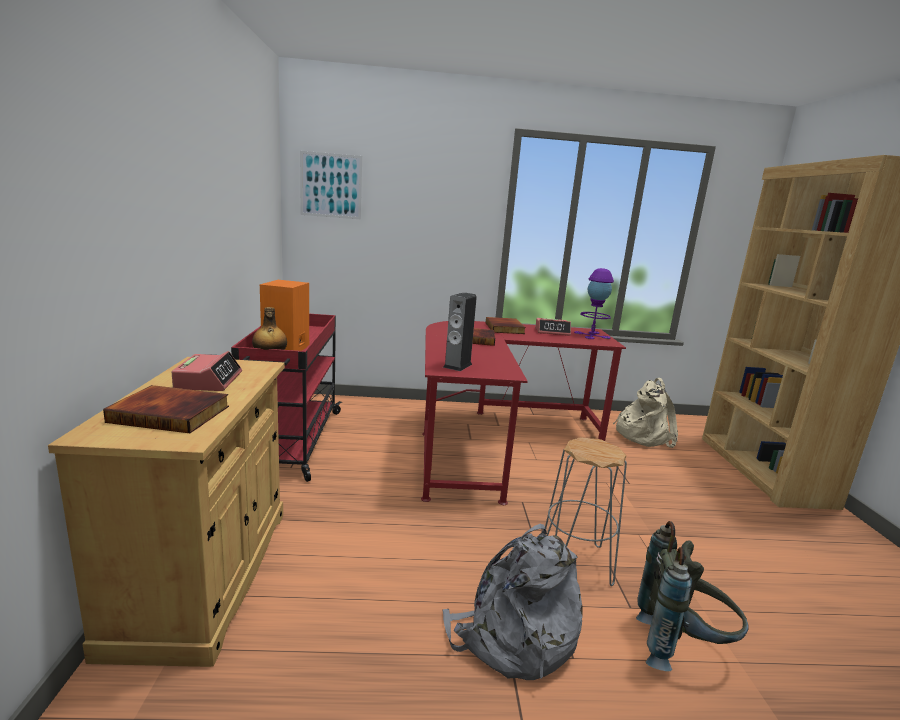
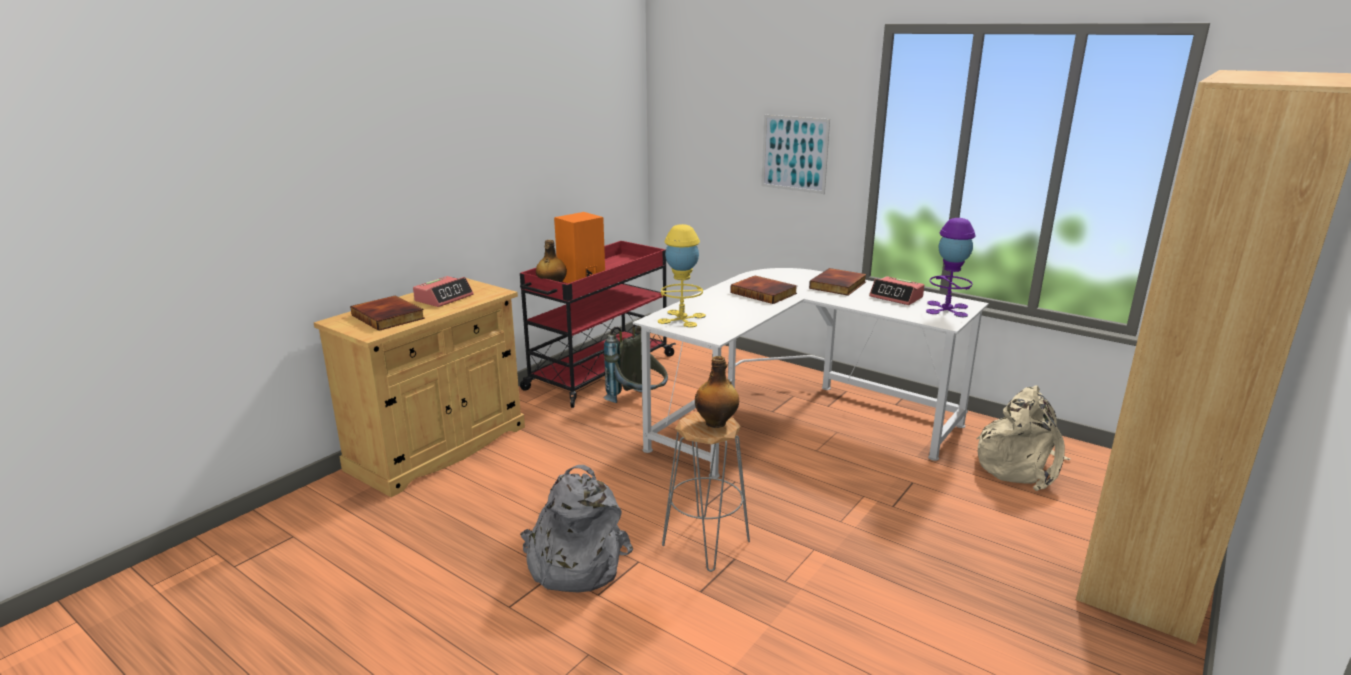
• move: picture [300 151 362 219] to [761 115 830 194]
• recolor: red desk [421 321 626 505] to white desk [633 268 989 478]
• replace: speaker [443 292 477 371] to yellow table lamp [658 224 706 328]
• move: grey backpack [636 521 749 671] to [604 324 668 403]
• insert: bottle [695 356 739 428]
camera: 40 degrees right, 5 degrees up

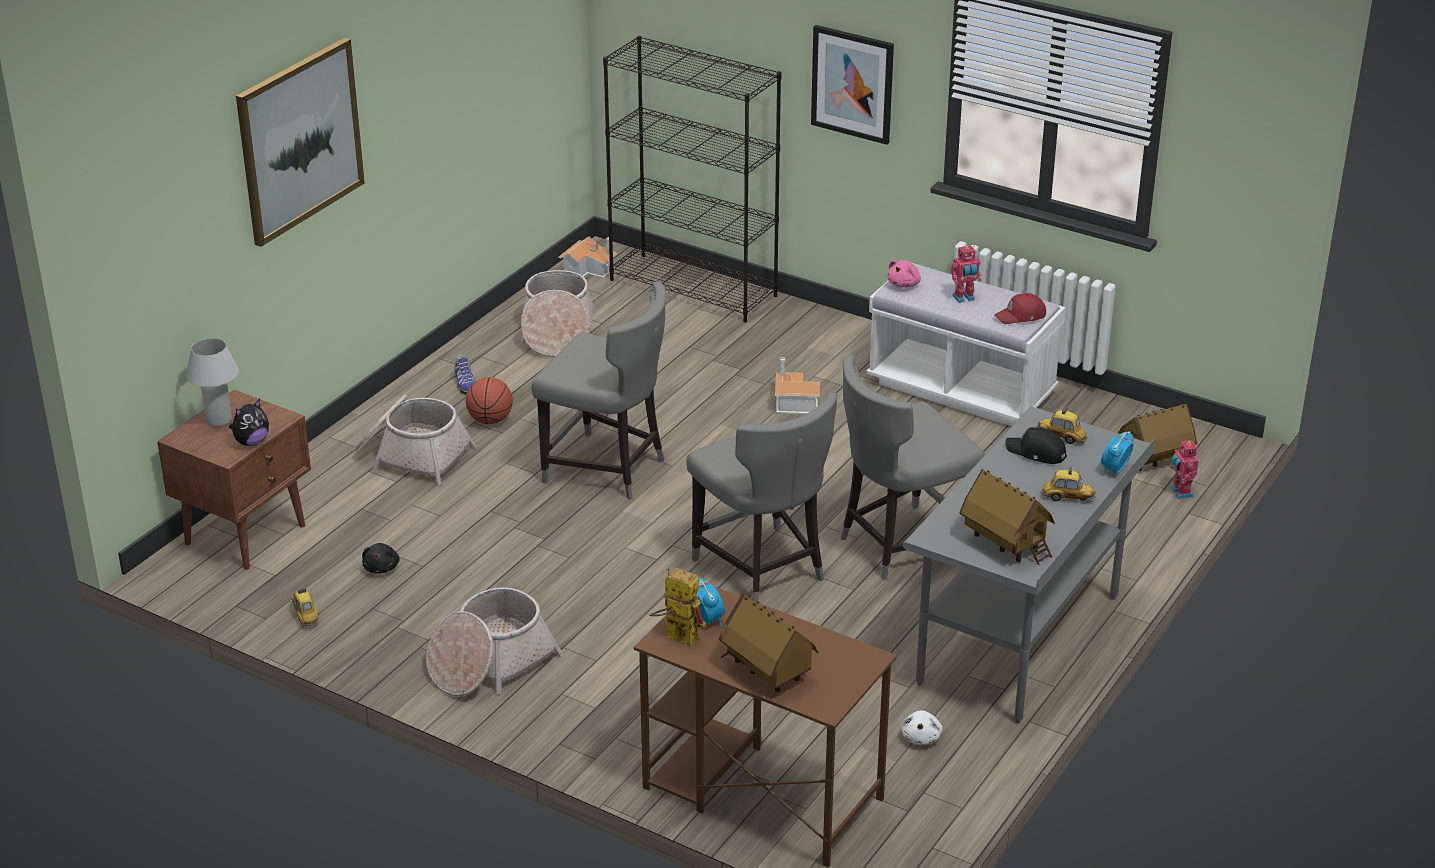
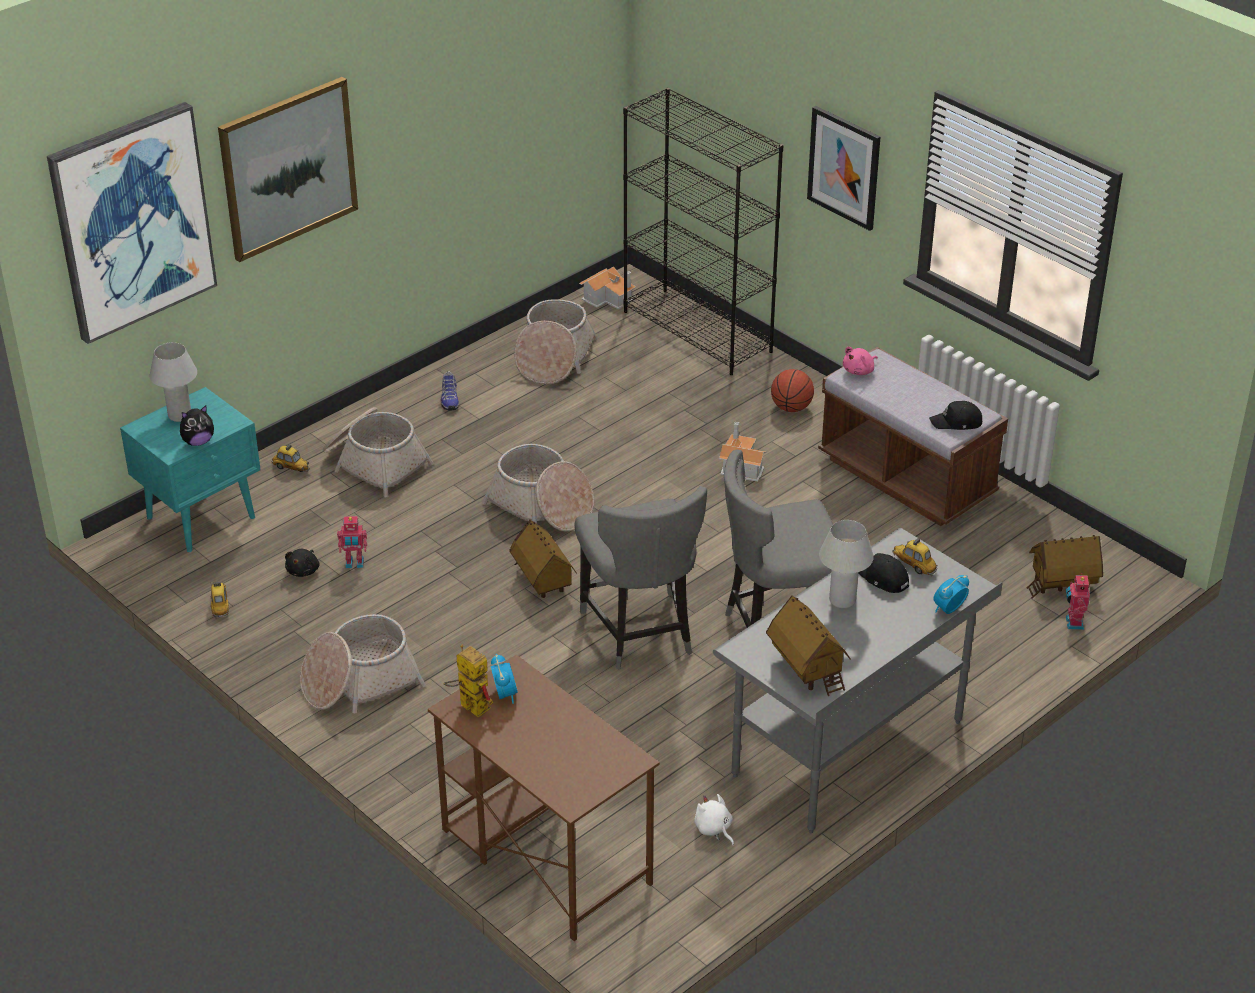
• recolor: brown nightstand [157 390 311 570] to turquoise nightstand [120 387 261 552]
• move: basketball [466 377 513 424] to [771 369 814 412]
• replace: grey chair [532 281 666 500] to basket [482 444 594 532]
• move: toy house [719 593 818 692] to [509 520 577 598]
• recolor: white bench [866 263 1066 426] to brown bench [818 347 1008 526]
• rotate: white plush toy [902 710 943 745] = [694 794 734 846] 120 degrees clockwise
• move: toy robot [950 245 981 303] to [337 516 367 568]
• recolor: red cap [994 293 1046 324] to black cap [929 401 982 430]
• move: toy car [1041 467 1096 501] to [271 444 310 472]
• insert: picture [47 102 217 344]
• insert: white table lamp [819 520 874 608]
camera: 15 degrees right, 5 degrees up

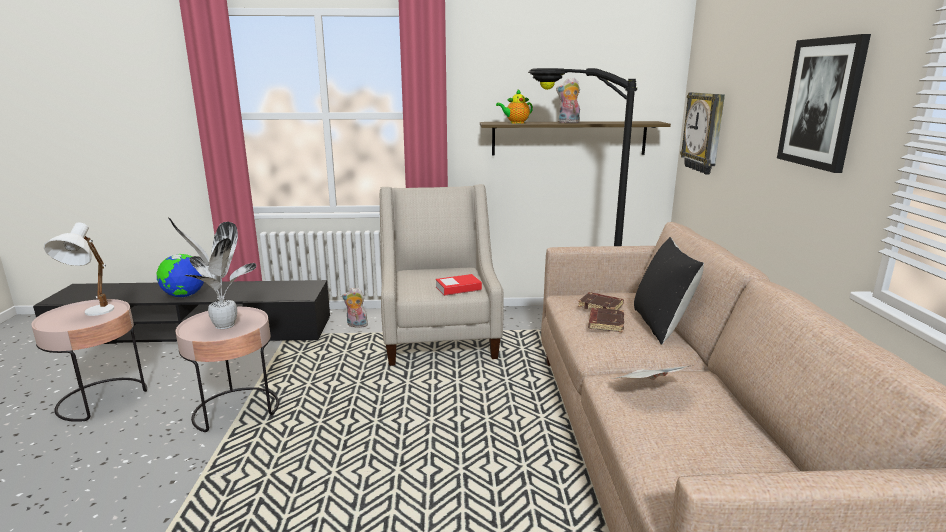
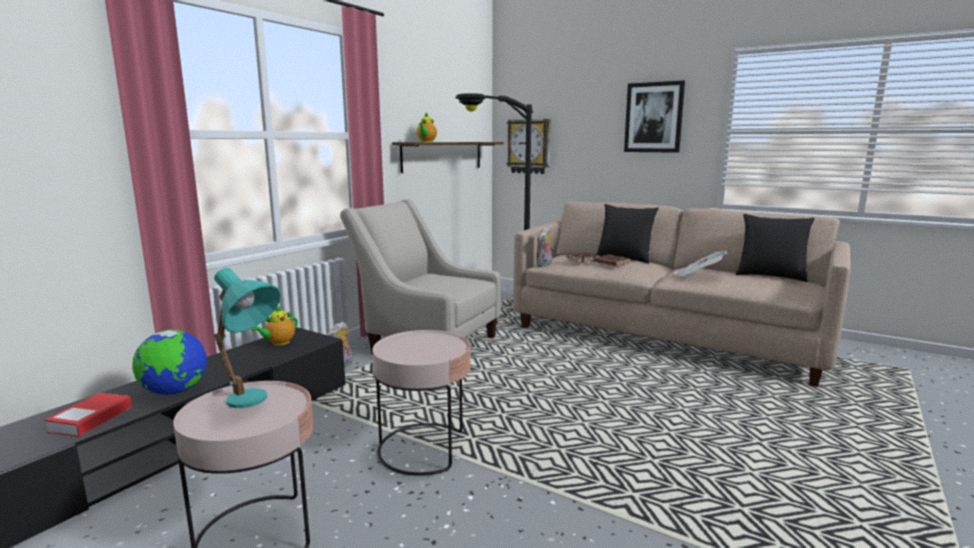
• recolor: white table lamp [44 222 114 316] to turquoise table lamp [214 268 281 408]
• delete: potted plant [168 217 256 329]
• move: book [436 274 482 296] to [44 393 132 437]
• move: plush toy [556 78 580 123] to [536 227 554 267]
• insert: teapot [251 306 298 346]
• insert: black pillow [736 214 815 282]
camera: 55 degrees left, 5 degrees down

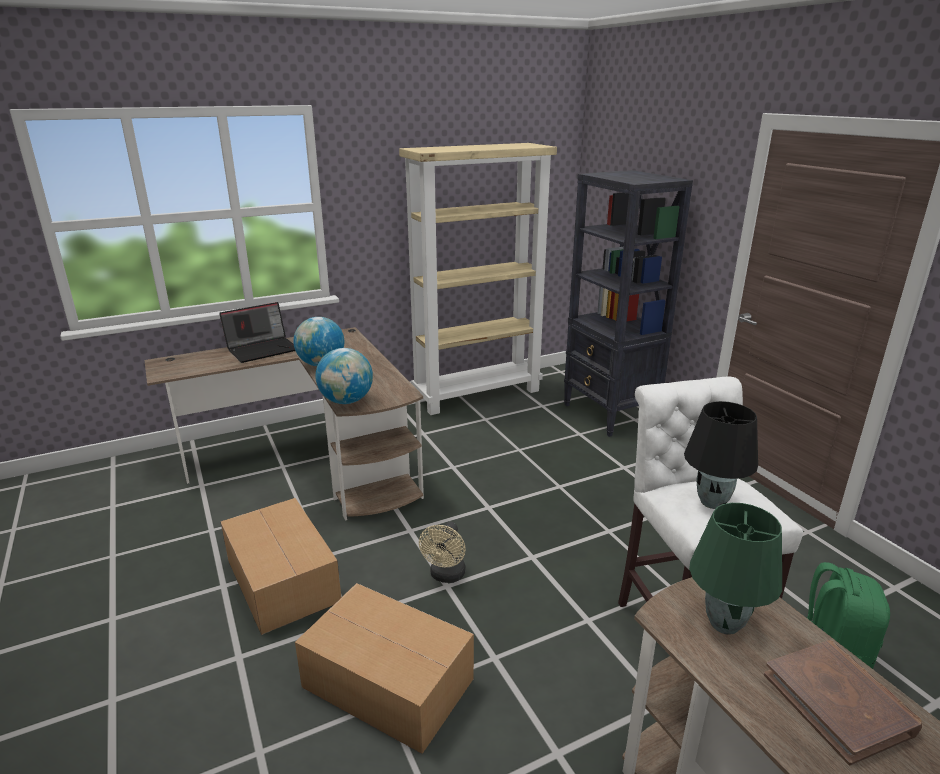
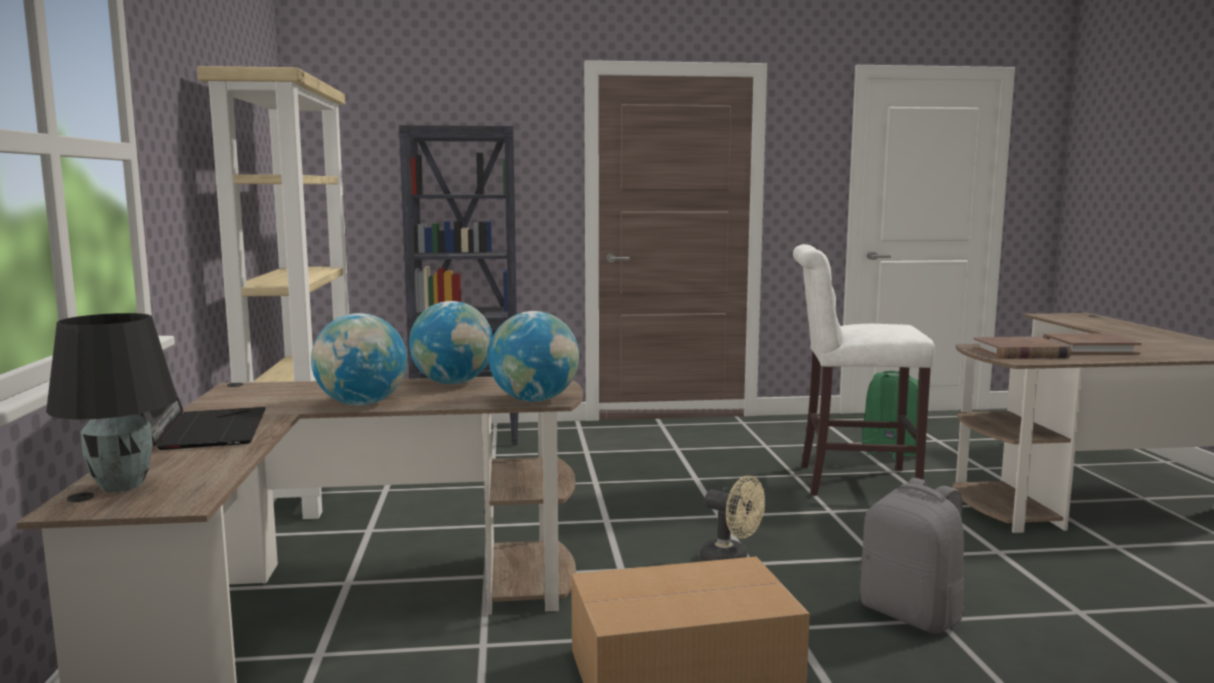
• replace: cardboard box [295 583 474 754] to grey backpack [860 478 964 633]
• move: black table lamp [684 401 758 509] to [46 313 177 492]
• replace: green table lamp [689 503 782 635] to brown book [973 337 1071 359]
• insert: globe [409 301 493 384]
camera: 70 degrees left, 15 degrees down

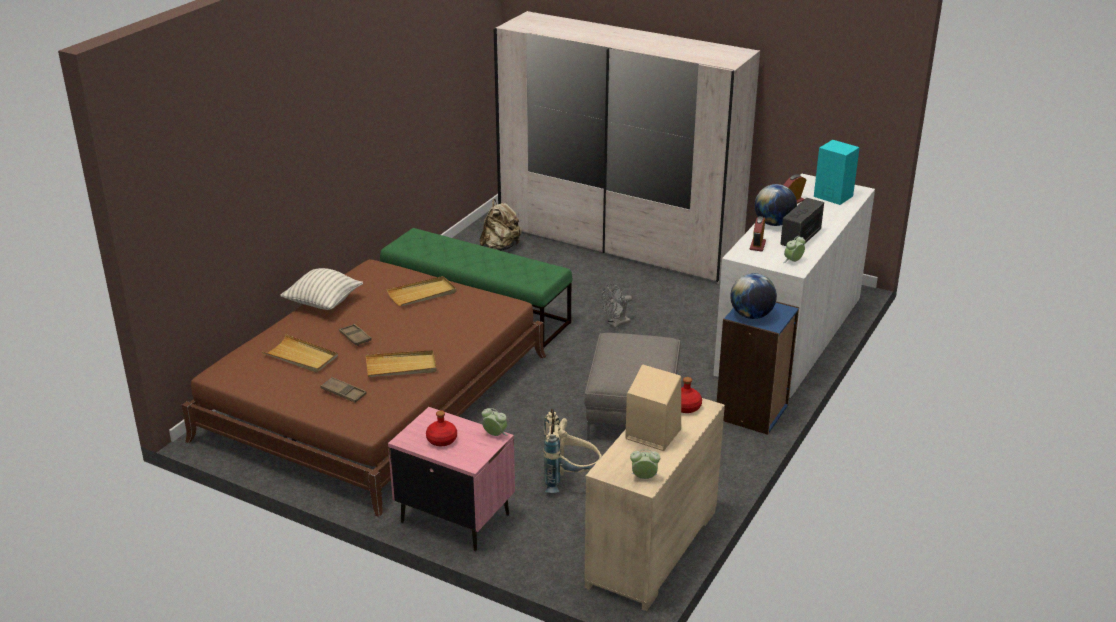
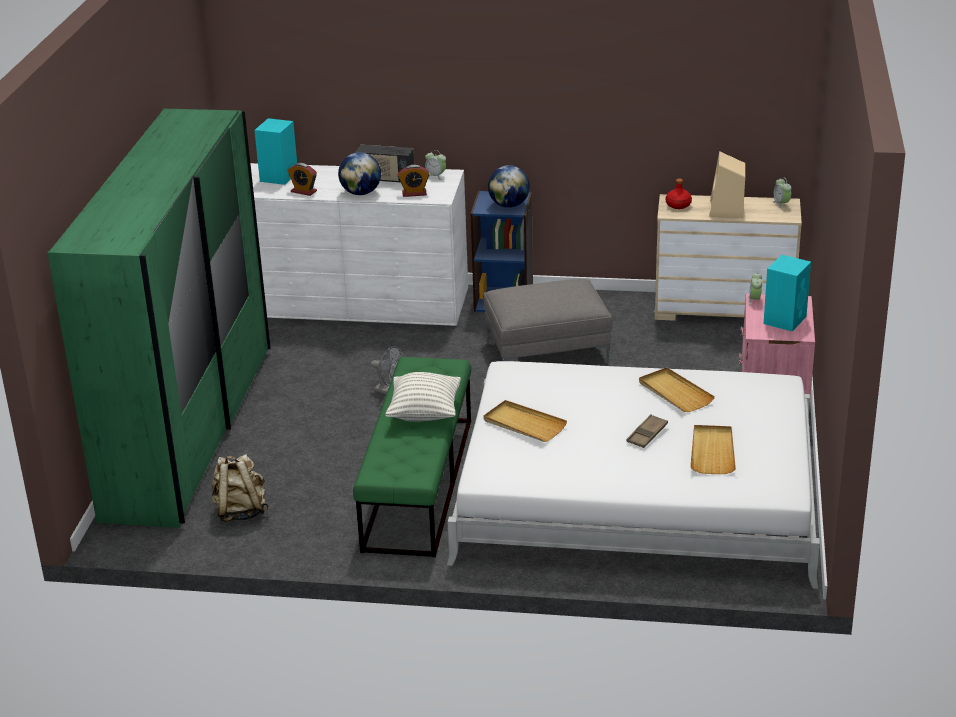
• recolor: brown bed [182 259 546 517] to white bed [447 361 820 589]
• move: pillow [280 268 363 310] to [386 372 461 422]
• delete: brown tray [320 377 366 403]
• replace: red bottle [426 410 457 446] to turquoise speaker [763 255 811 332]
• recolor: white wardrobe [494 11 760 284] to green wardrobe [47 109 271 528]
• delete: beige backpack [543 409 602 493]
camera: 110 degrees left, 0 degrees up

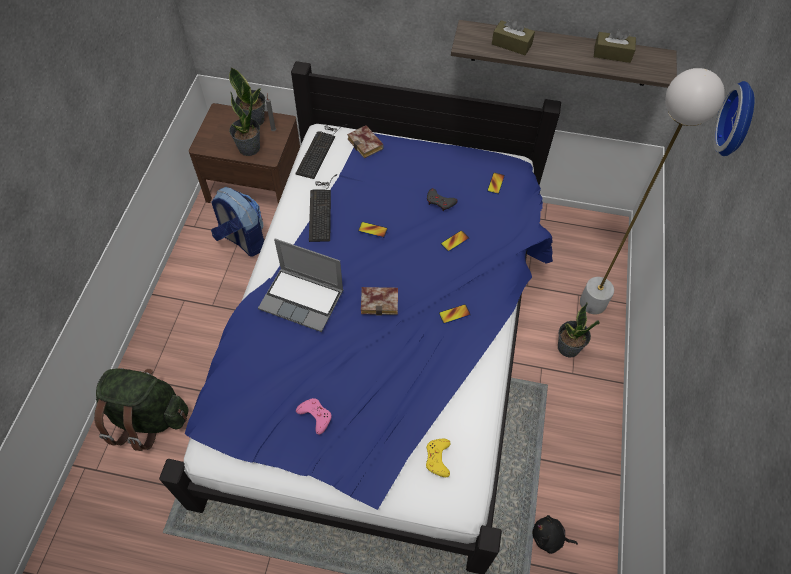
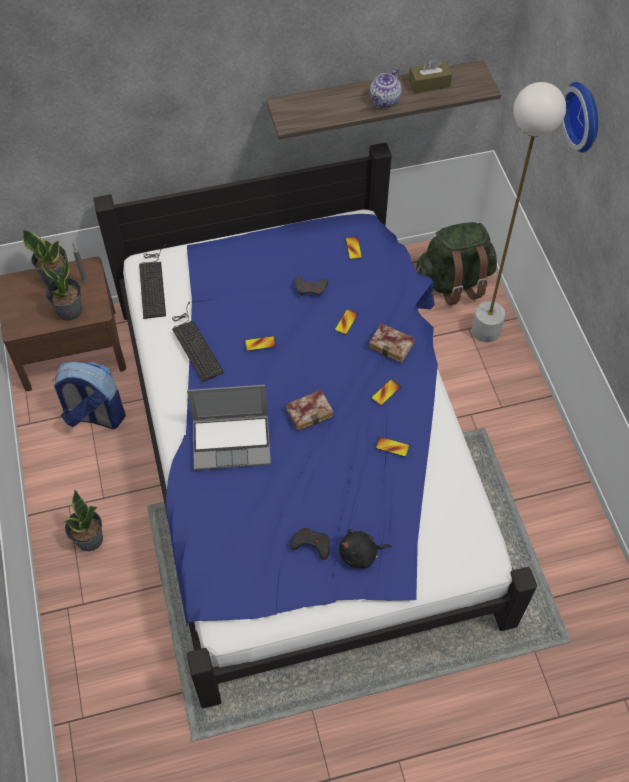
• move: green backpack [94 368 189 451] to [416 222 497 305]
• recolor: pink game controller [296 398 332 435] to black game controller [290 528 330 560]
• move: book [347 125 384 158] to [368 323 415 363]
• delete: yellow game controller [426 439 451 477]
• delete: brown tissue box [492 18 535 55]
• move: black plush toy [532 515 578 554] to [339 529 392 568]
• move: potted plant [558 303 600 358] to [64 489 103 551]
• insert: teapot [370 68 402 107]
• insert: phone [375 436 410 457]
camera: 25 degrees left, 0 degrees up

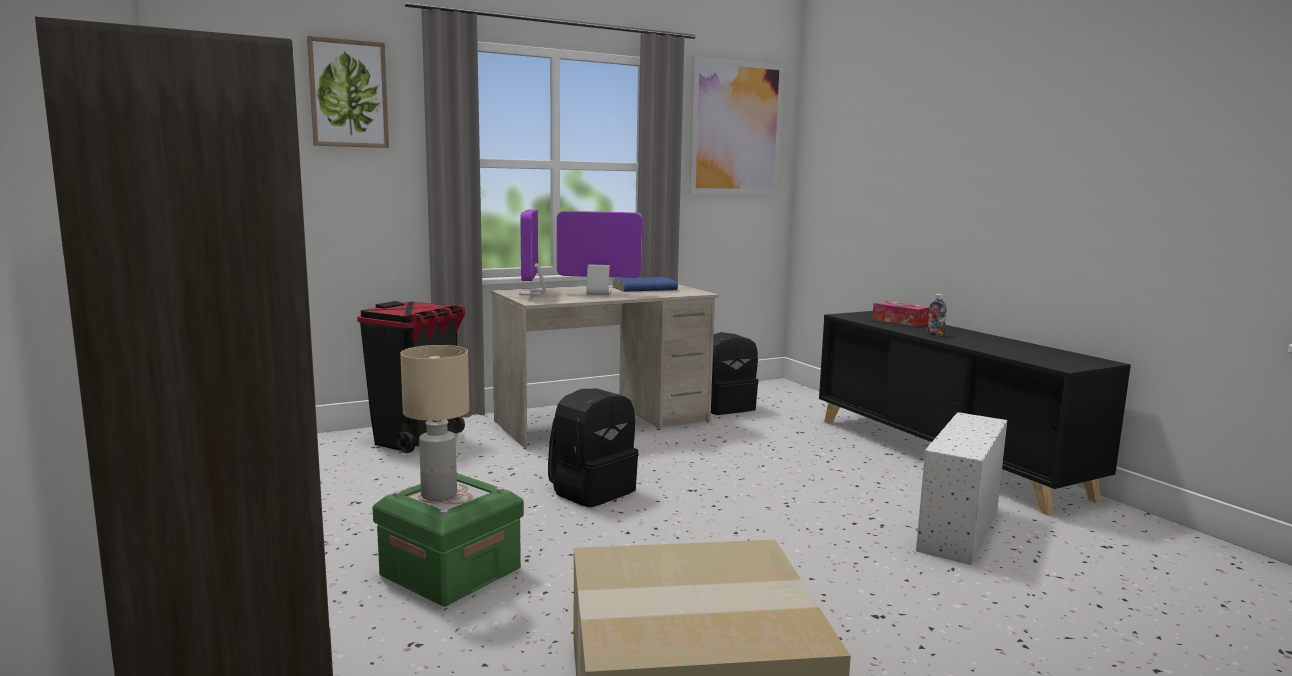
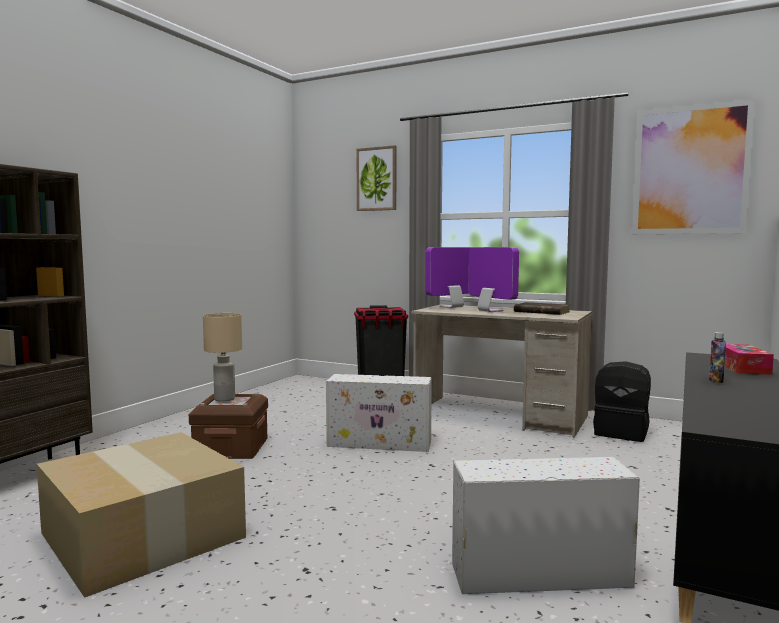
• recolor: green storage box [372 473 524 607] to brown storage box [189 393 268 459]
• replace: black backpack [548 389 639 507] to white storage box [326 374 432 452]
• recolor: blue book [612 277 678 292] to brown book [514 302 570 315]
camera: 55 degrees right, 5 degrees down

